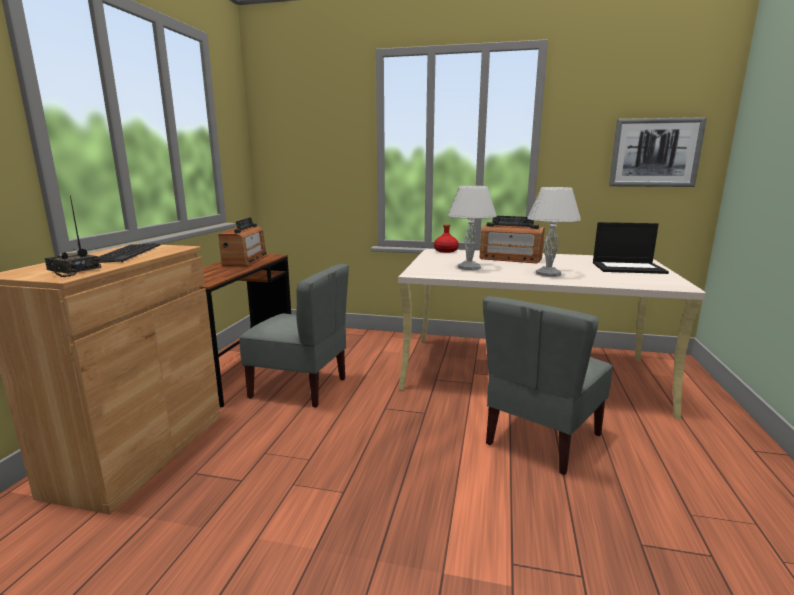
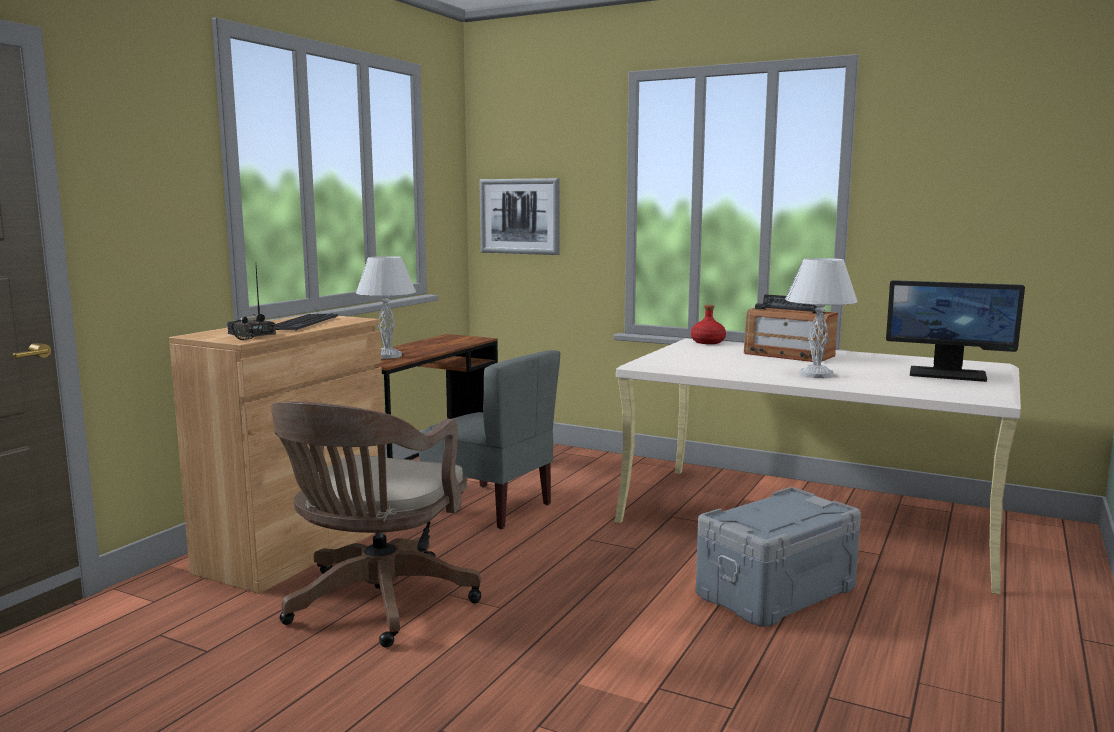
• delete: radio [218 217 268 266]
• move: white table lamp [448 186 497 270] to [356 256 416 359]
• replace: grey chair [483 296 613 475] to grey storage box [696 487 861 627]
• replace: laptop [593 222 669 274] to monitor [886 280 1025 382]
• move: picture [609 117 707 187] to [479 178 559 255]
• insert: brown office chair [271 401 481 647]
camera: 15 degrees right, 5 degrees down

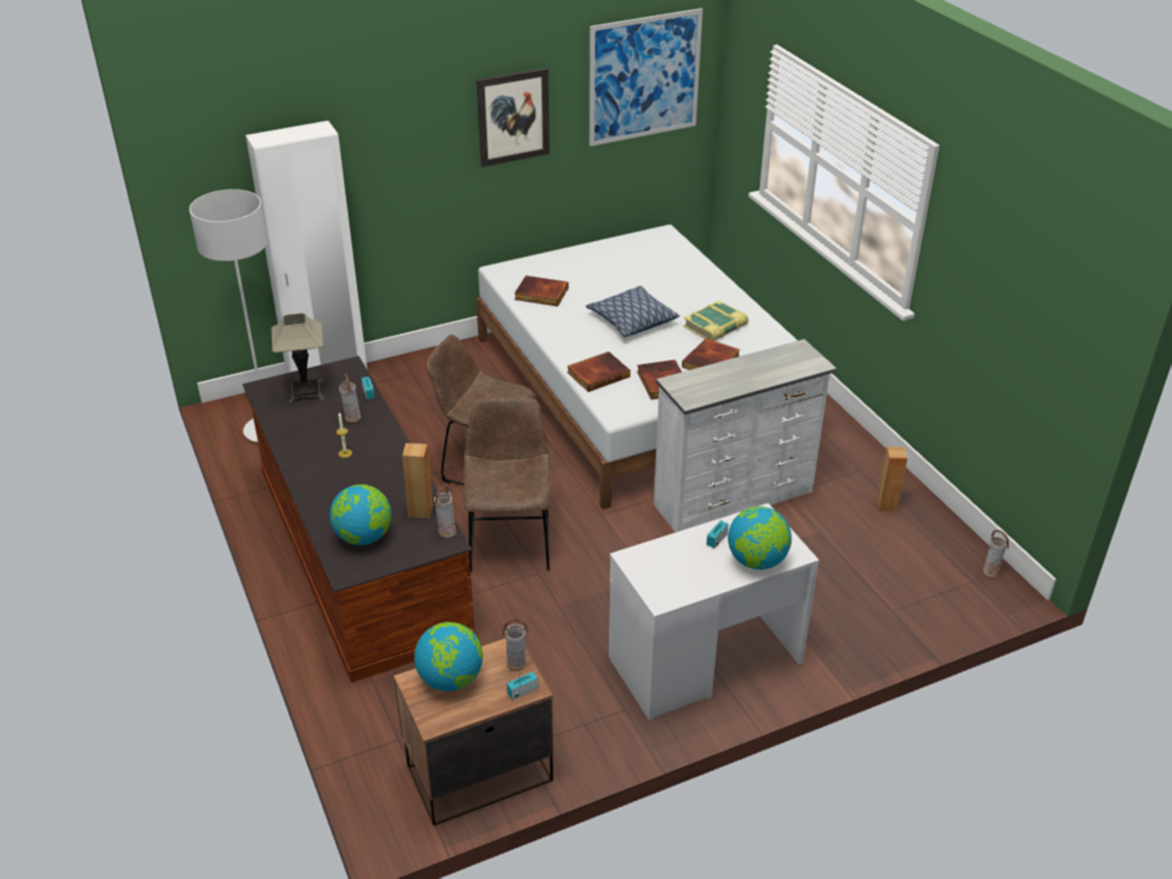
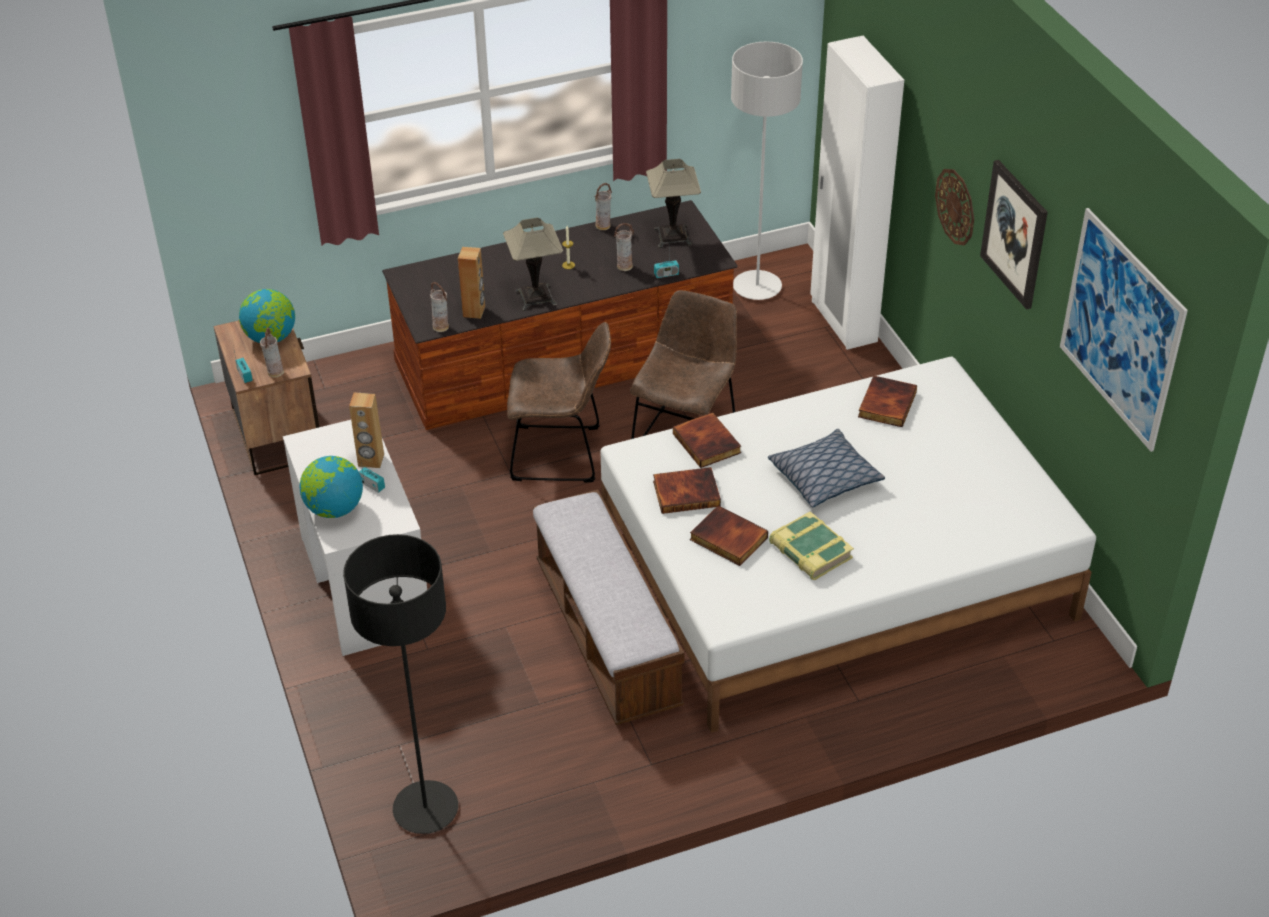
• delete: globe [330 484 391 545]
• replace: white dresser [654 339 837 533] to bench [533 489 685 725]
• move: brown speaker [877 447 908 511] to [349 392 384 468]
• move: vase [983 530 1009 577] to [595 183 612 230]
• insert: black floor lamp [343 534 458 834]
• insert: table lamp [503 218 563 311]
• insert: wall clock [935 169 974 245]
camera: 95 degrees right, 5 degrees up

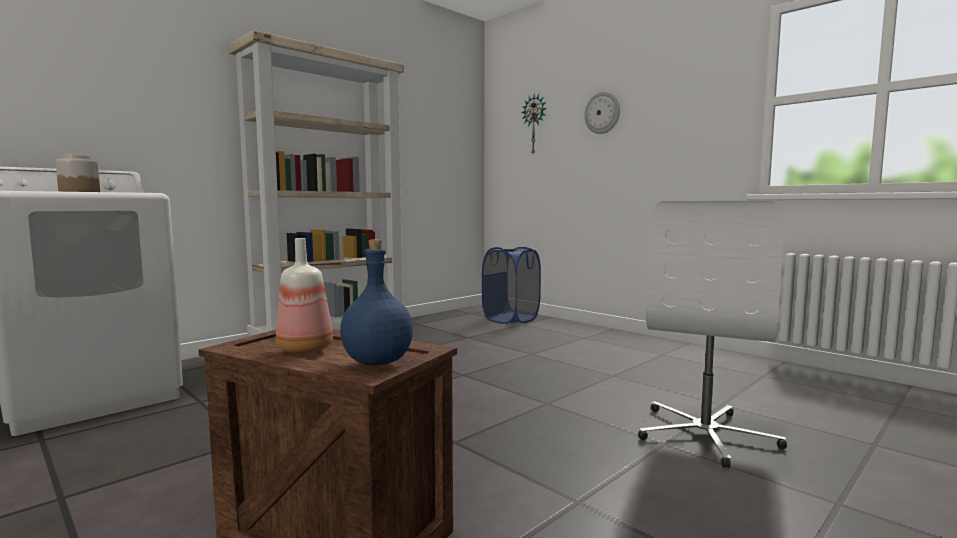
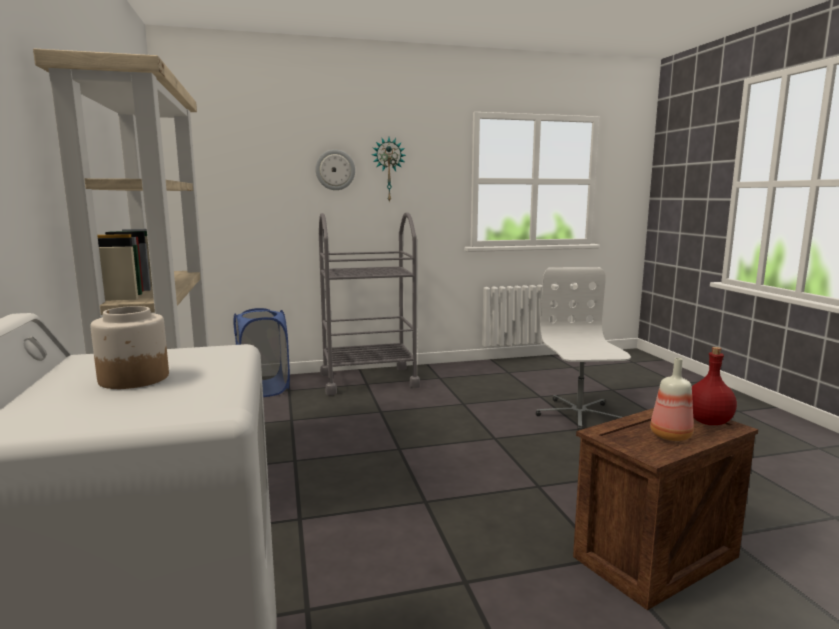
• recolor: blue bottle [340 239 413 365] to red bottle [692 347 737 425]
• move: wall clock [521 94 547 154] to [372 137 406 203]
• rotate: white office chair [638 201 787 468] = [536 267 631 431] 150 degrees counterclockwise
• insert: grey cart [319 212 420 395]
camera: 60 degrees left, 5 degrees up

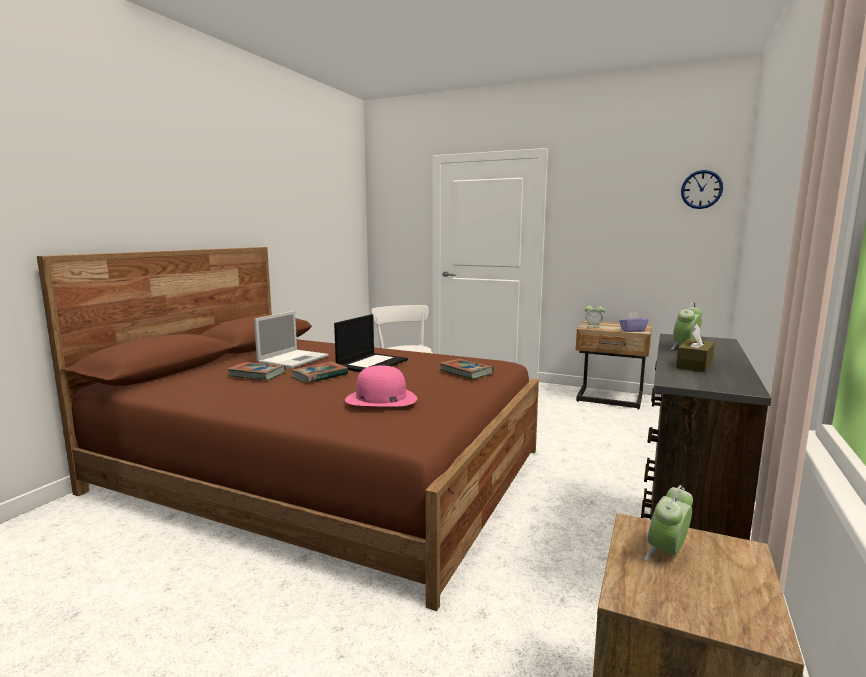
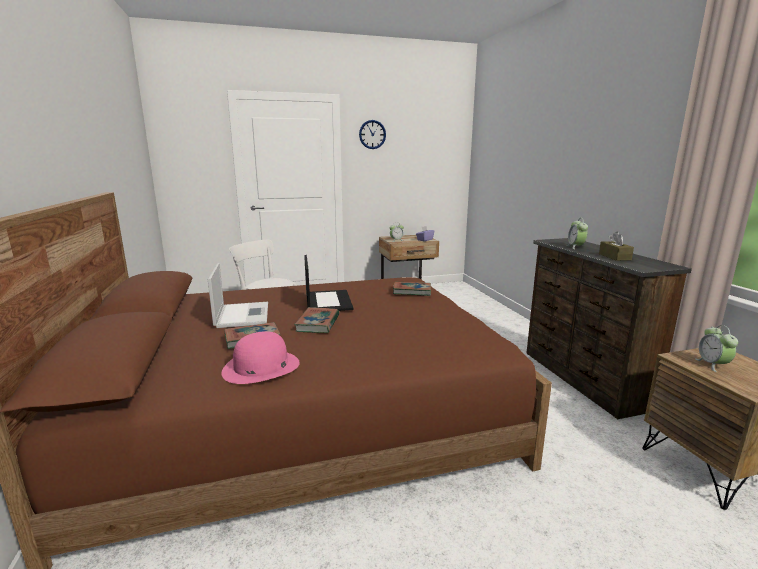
• move: pink hat [345 366 417 407] to [221 331 300 384]
• move: wall clock [681 170 723 209] to [359 120 386 149]
camera: 40 degrees left, 5 degrees up

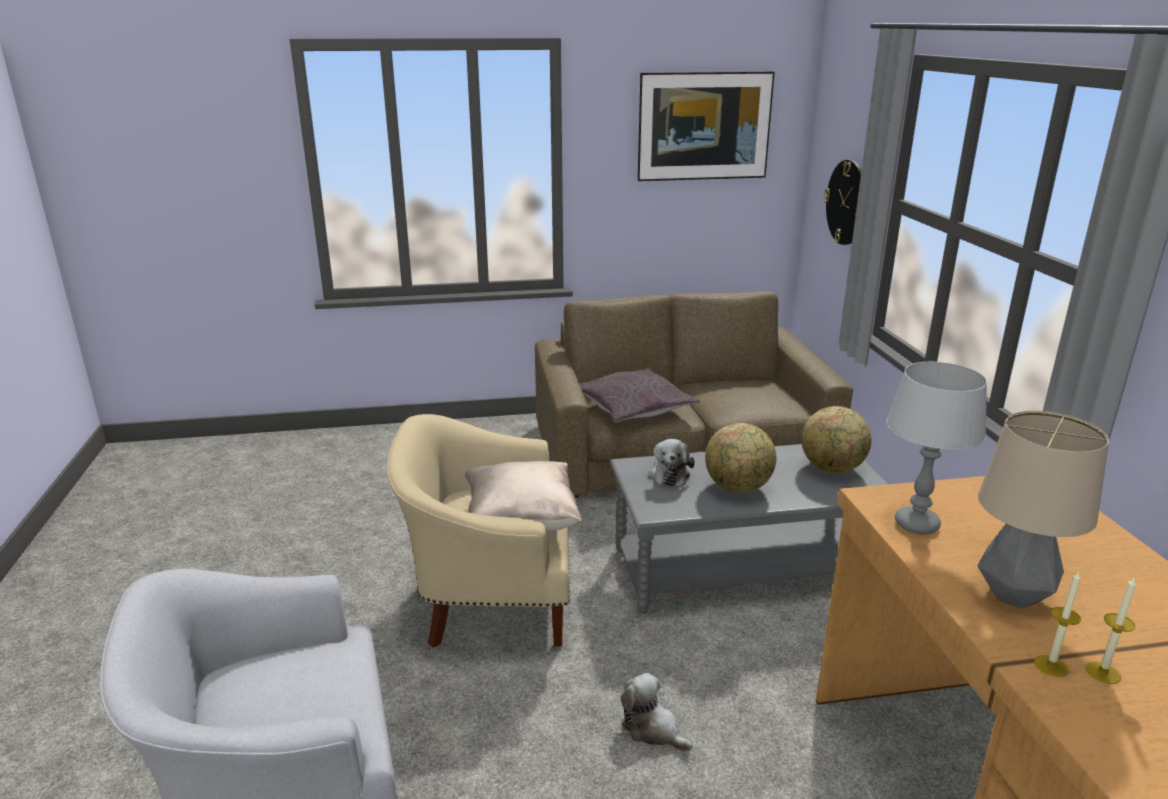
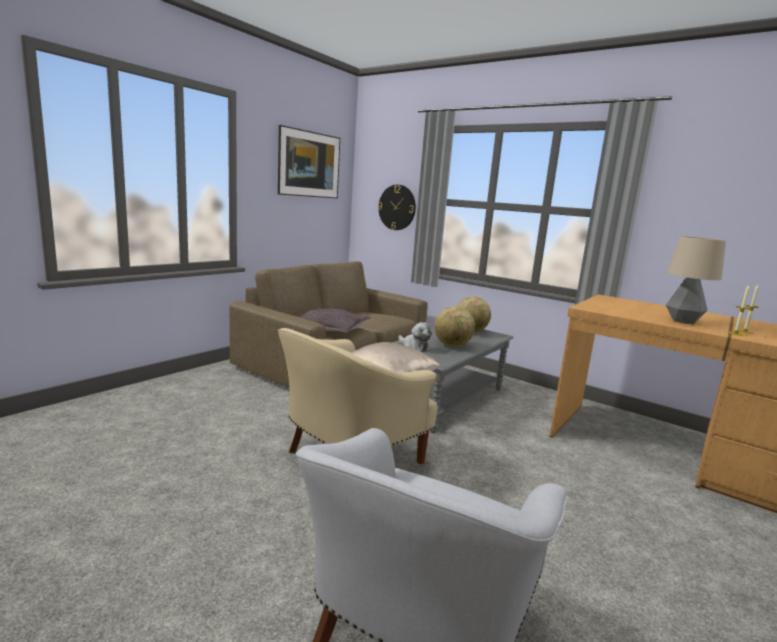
• delete: plush toy [621 673 693 751]
• delete: grey table lamp [886 362 987 534]
camera: 45 degrees left, 10 degrees down

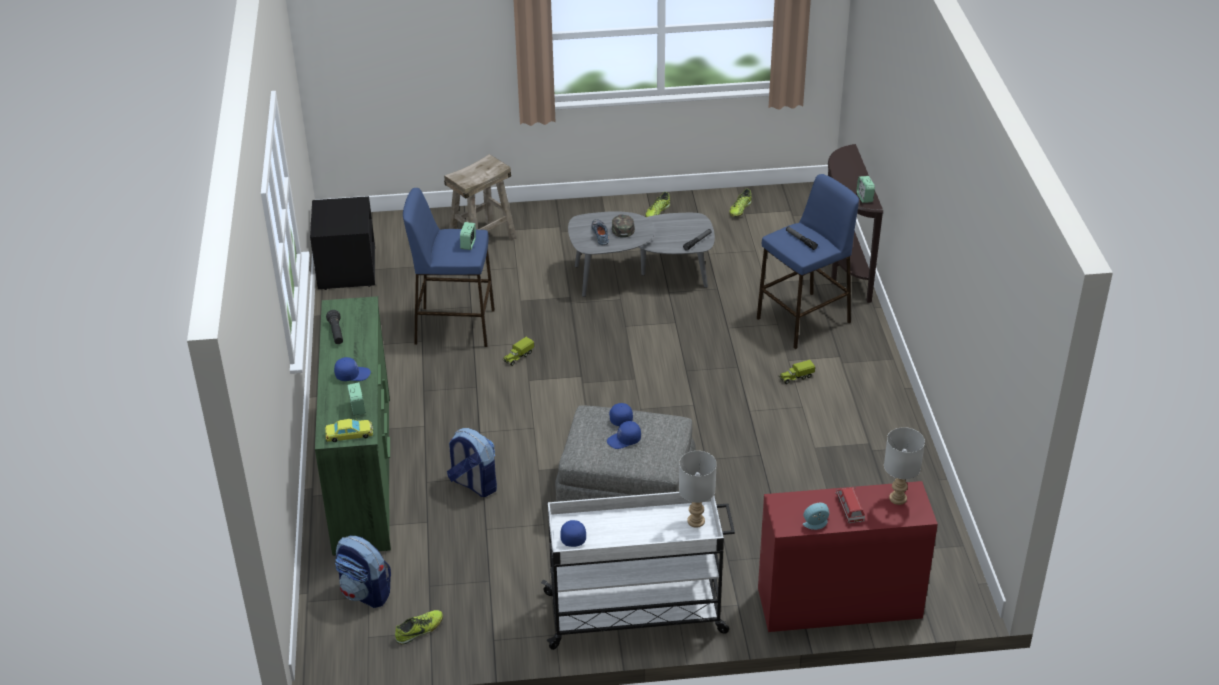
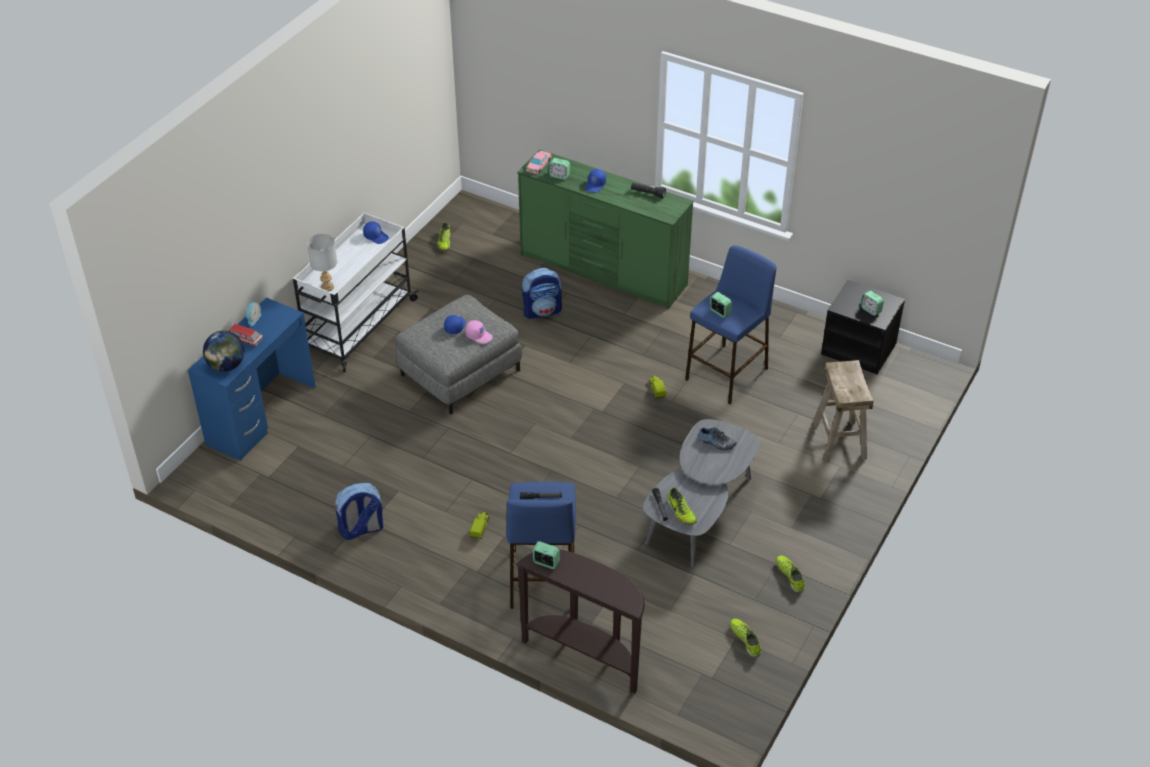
• recolor: yellow toy car [325 419 373 442] to pink toy car [526 151 552 174]
• move: backpack [335 535 391 608] to [335 483 383 540]
• recolor: blue cap [609 403 633 426] to pink cap [465 320 493 344]
• delete: green cap [612 214 635 238]
• recolor: red desk [758 481 938 632] to blue desk [188 298 315 461]
• replace: grey table lamp [884 427 925 505] to globe [203 331 245 372]
• insert: shoe [667 487 697 525]
• insert: alarm clock [861 291 884 316]
camera: 125 degrees right, 5 degrees up

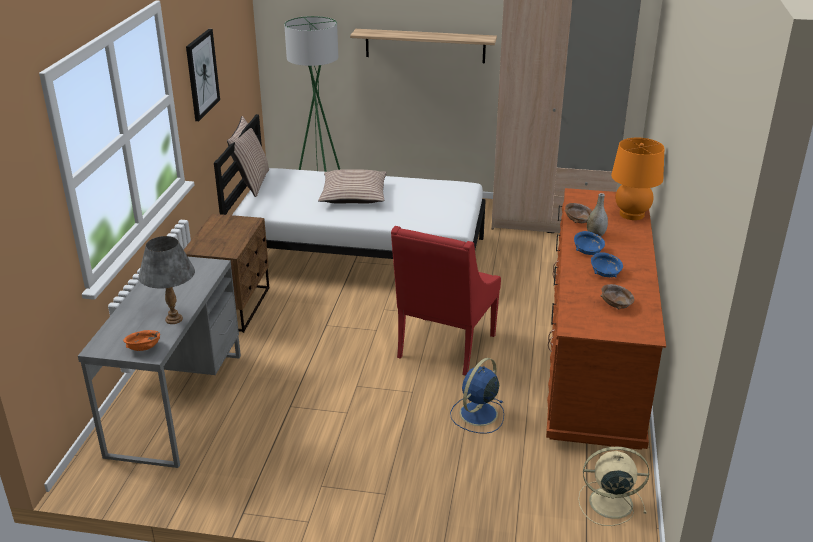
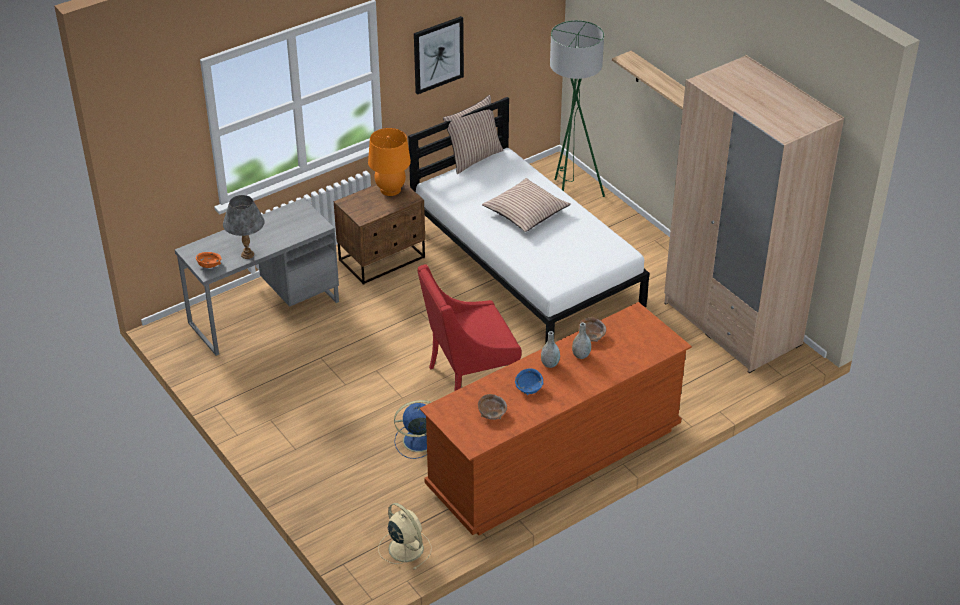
• replace: blue bowl [574 231 605 255] to grey vase [541 331 560 368]
• move: orange table lamp [611 138 665 220] to [368 128 411 196]
camera: 45 degrees right, 10 degrees up

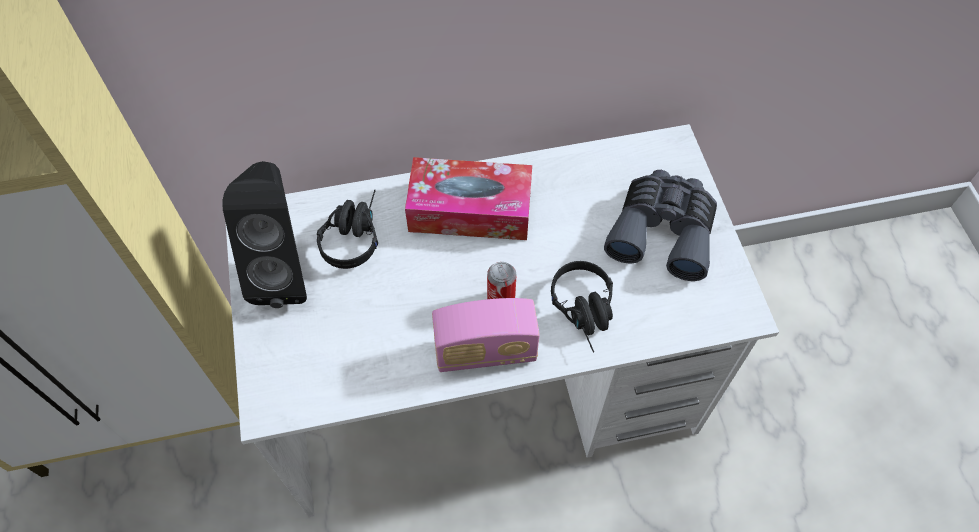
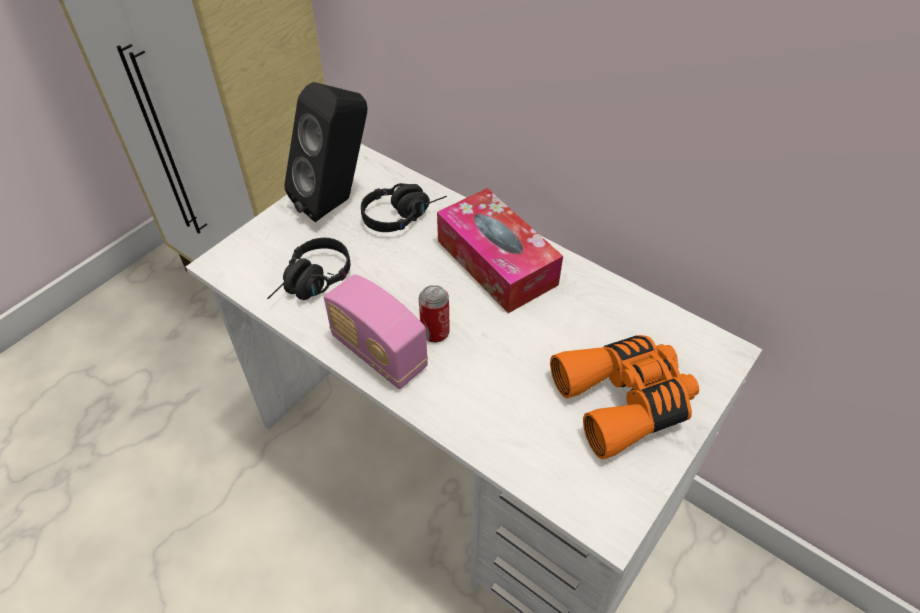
• move: black headphones [551 261 613 353] to [267 238 350 300]
• recolor: grey binoculars [604 170 717 281] to orange binoculars [550 335 699 459]
camera: 50 degrees right, 10 degrees down

